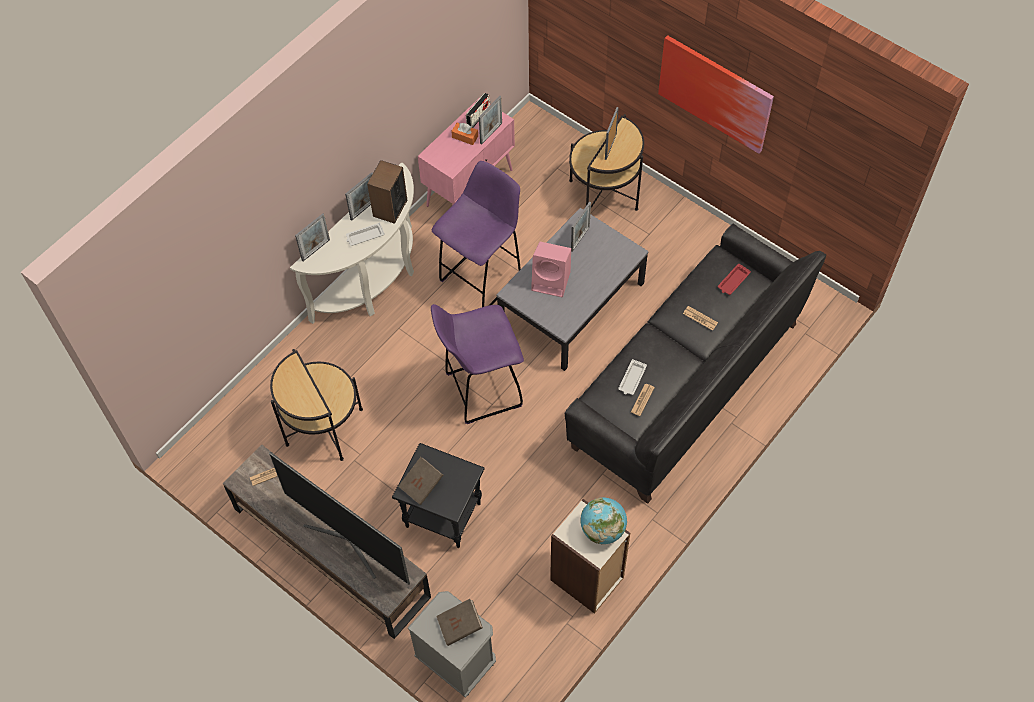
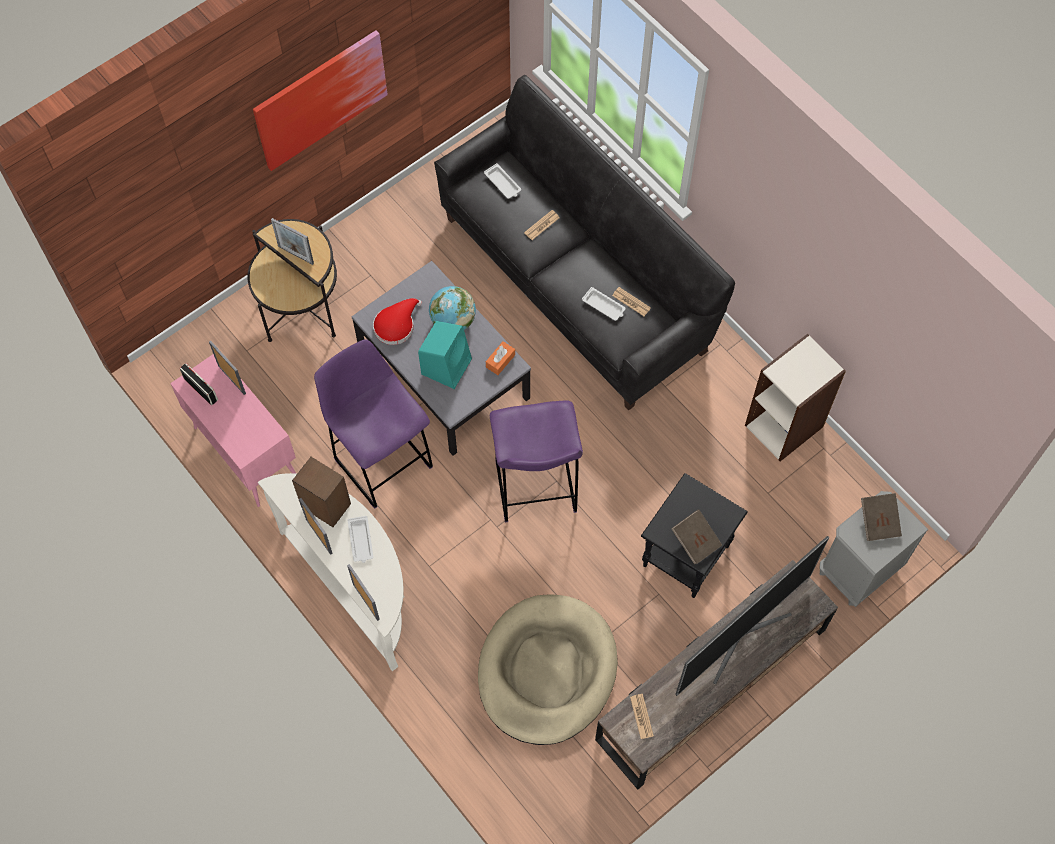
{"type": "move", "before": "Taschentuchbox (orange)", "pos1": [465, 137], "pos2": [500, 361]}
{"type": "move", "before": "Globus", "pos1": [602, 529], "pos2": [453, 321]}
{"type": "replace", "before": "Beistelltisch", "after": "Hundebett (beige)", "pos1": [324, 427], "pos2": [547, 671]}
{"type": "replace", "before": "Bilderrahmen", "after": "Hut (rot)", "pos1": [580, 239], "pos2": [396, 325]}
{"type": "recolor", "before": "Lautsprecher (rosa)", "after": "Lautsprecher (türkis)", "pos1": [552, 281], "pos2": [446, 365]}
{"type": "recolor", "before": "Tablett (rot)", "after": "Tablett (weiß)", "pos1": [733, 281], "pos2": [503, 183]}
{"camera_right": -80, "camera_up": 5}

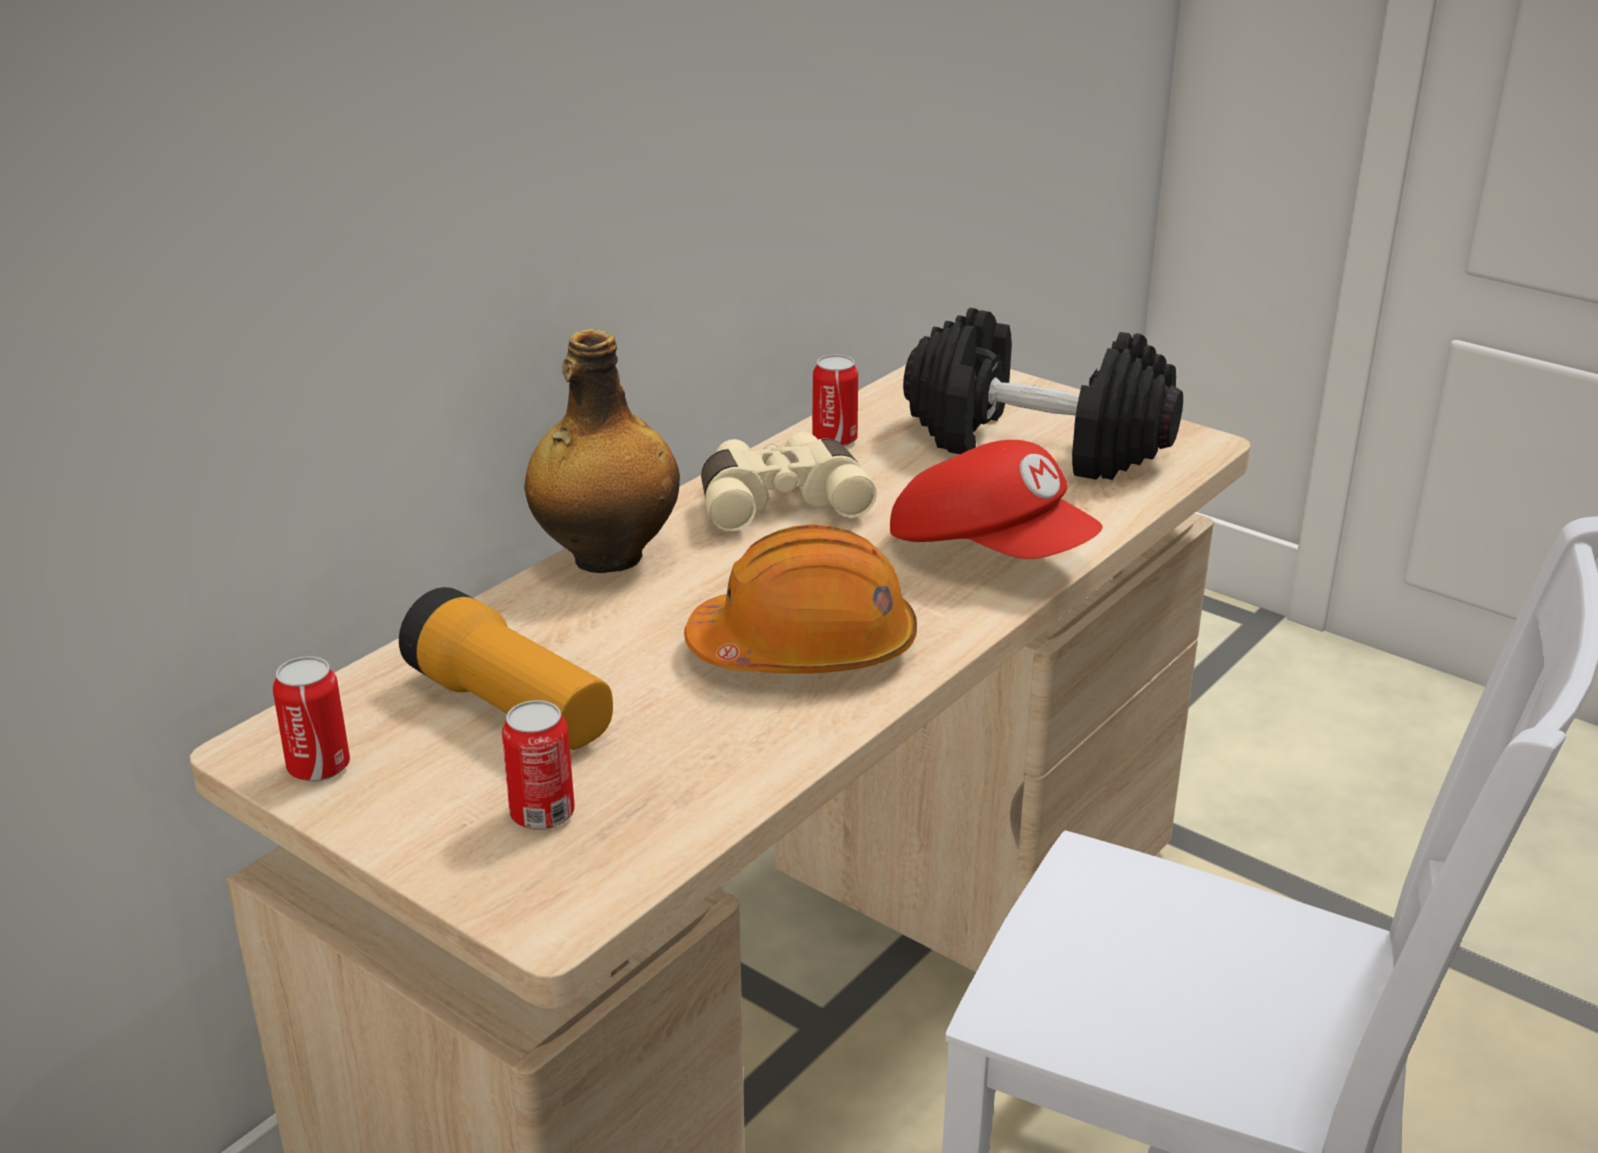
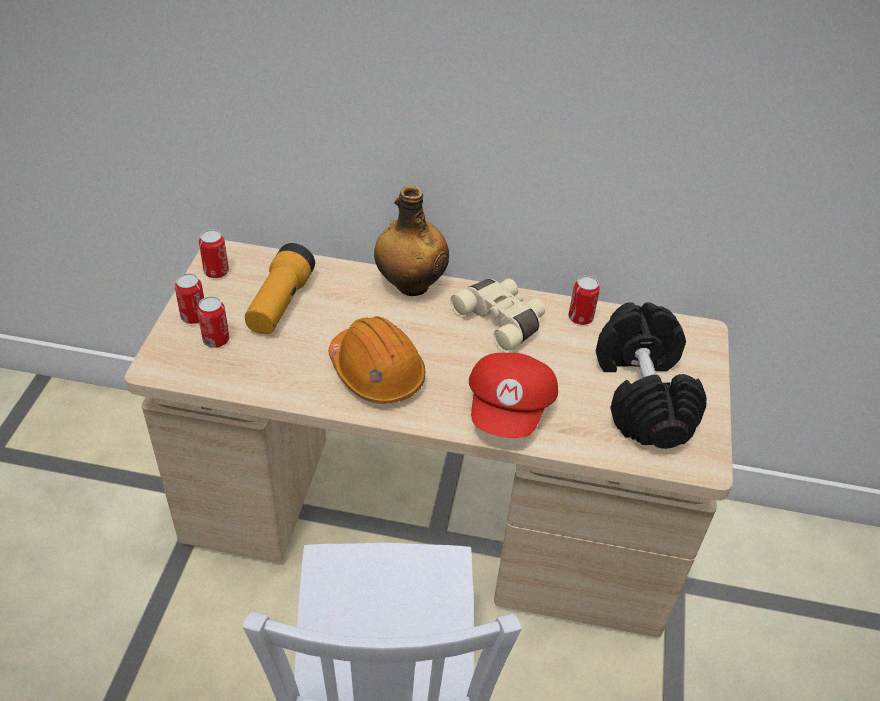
{"type": "insert", "after": "Dose", "pos2": [194, 316]}
{"camera_right": 60, "camera_up": 15}

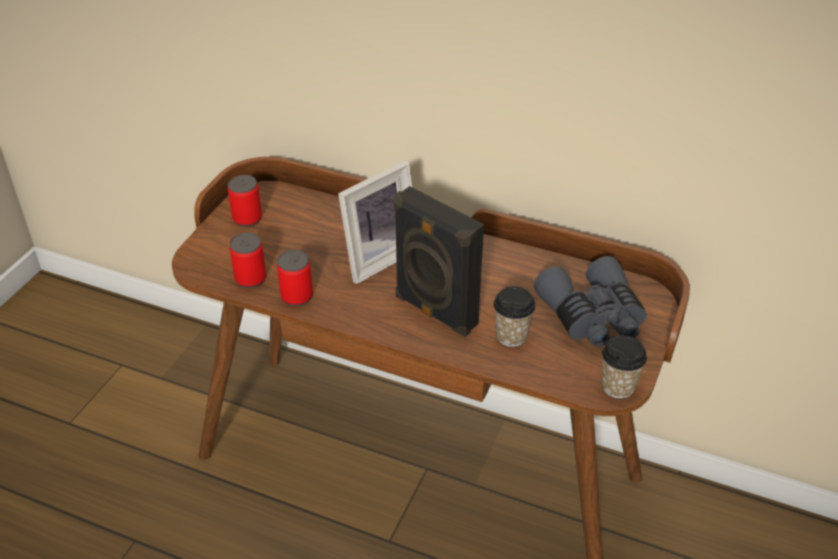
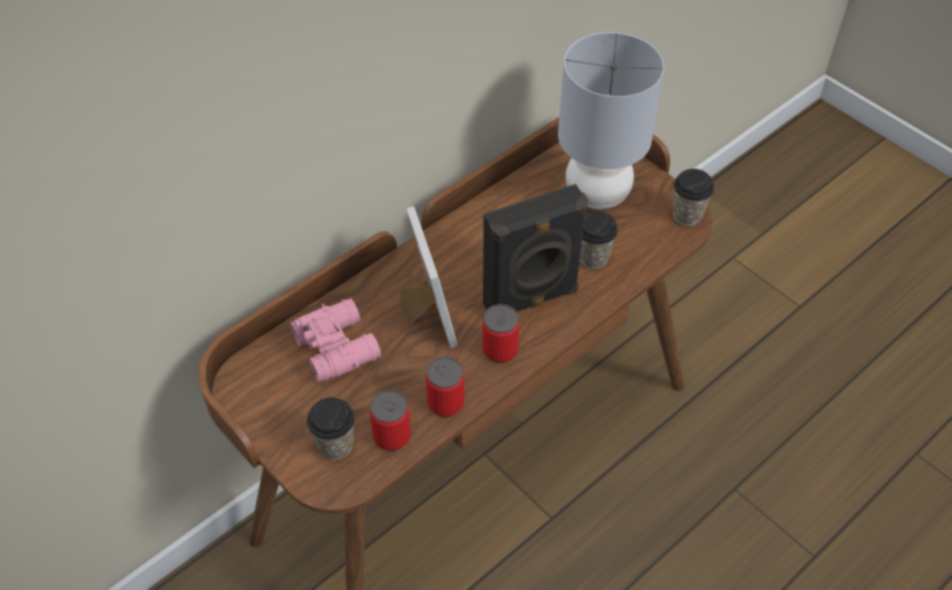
{"type": "insert", "after": "Fernglas (rosa)", "pos2": [337, 345]}
{"type": "insert", "after": "Tasse", "pos2": [335, 445]}
{"type": "move", "before": "Dose", "pos1": [247, 219], "pos2": [500, 350]}
{"type": "replace", "before": "Fernglas (grau)", "after": "Tischlampe (grau)", "pos1": [592, 317], "pos2": [598, 194]}
{"camera_right": -65, "camera_up": 10}

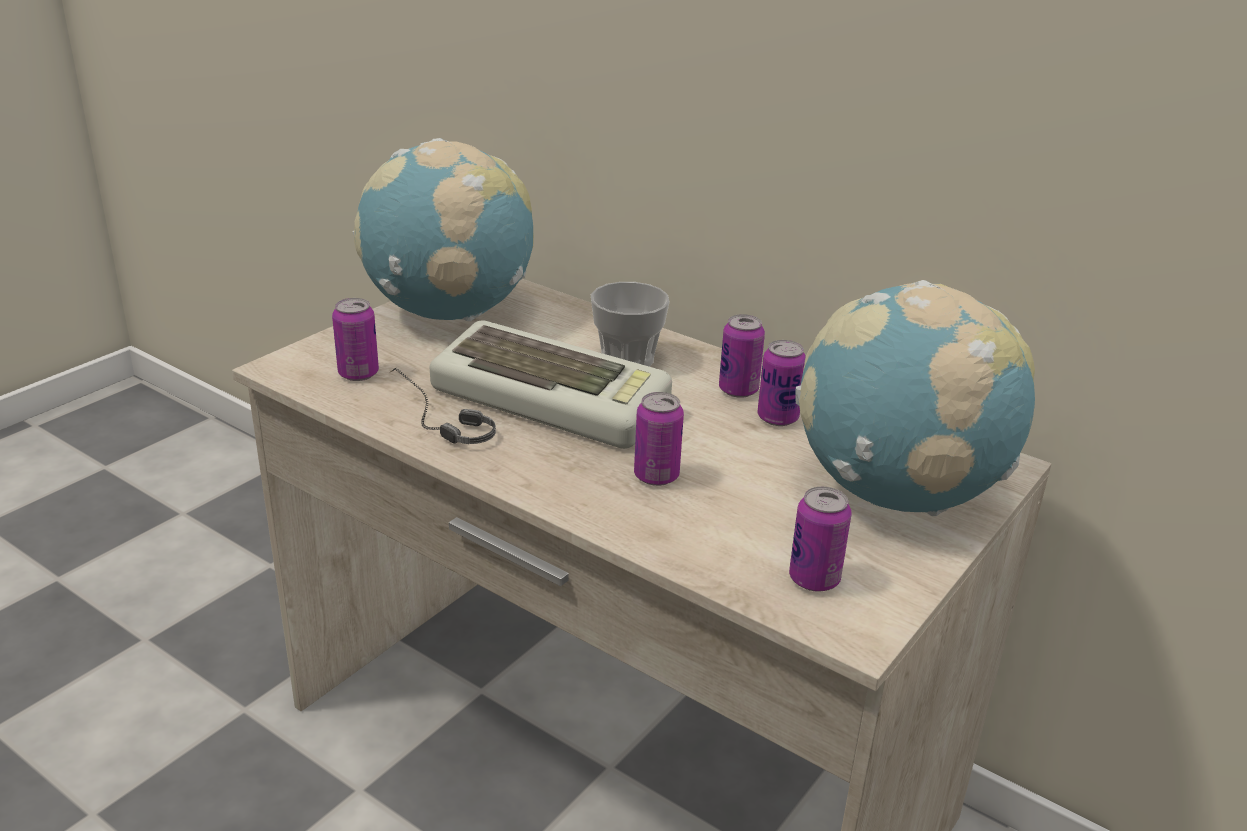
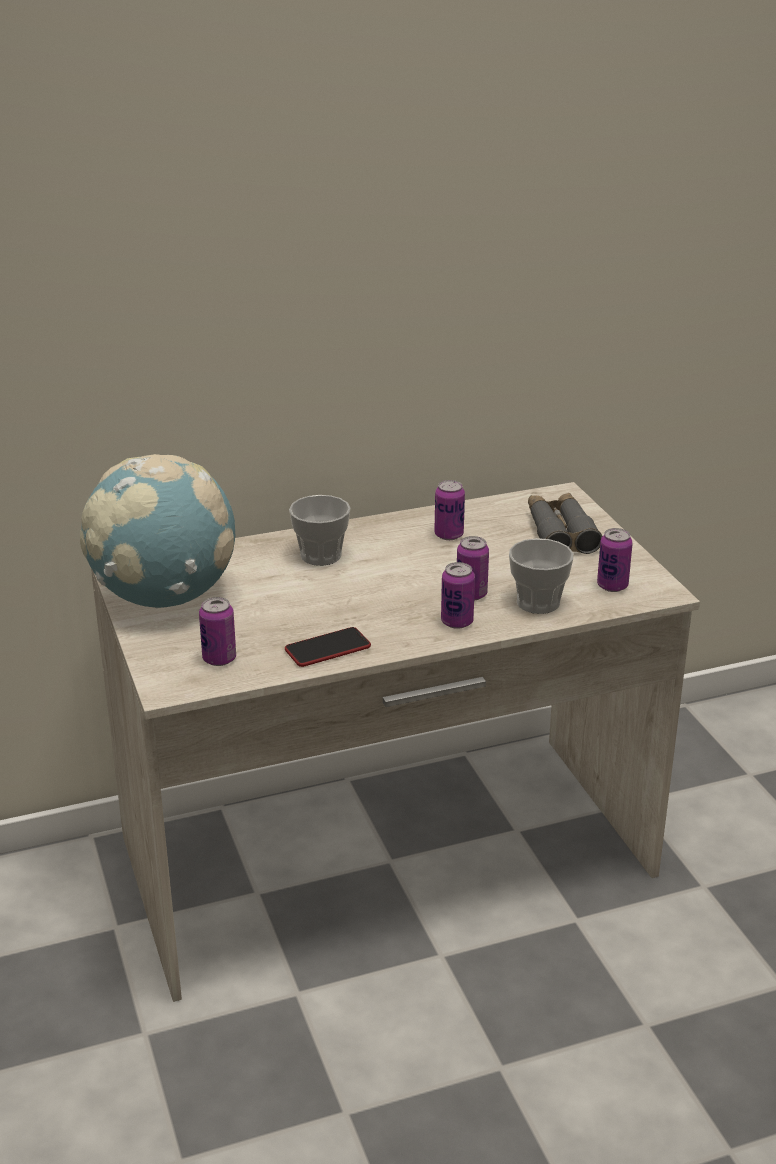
{"type": "delete", "before": "Tastatur", "pos1": [554, 400]}
{"type": "insert", "after": "Tasse", "pos2": [538, 602]}
{"type": "move", "before": "Dose", "pos1": [738, 390], "pos2": [457, 622]}
{"type": "replace", "before": "Kopfhörer", "after": "Handy", "pos1": [435, 424], "pos2": [327, 648]}
{"type": "replace", "before": "Globus", "after": "Fernglas (grau)", "pos1": [897, 493], "pos2": [560, 533]}
{"camera_right": -55, "camera_up": 0}

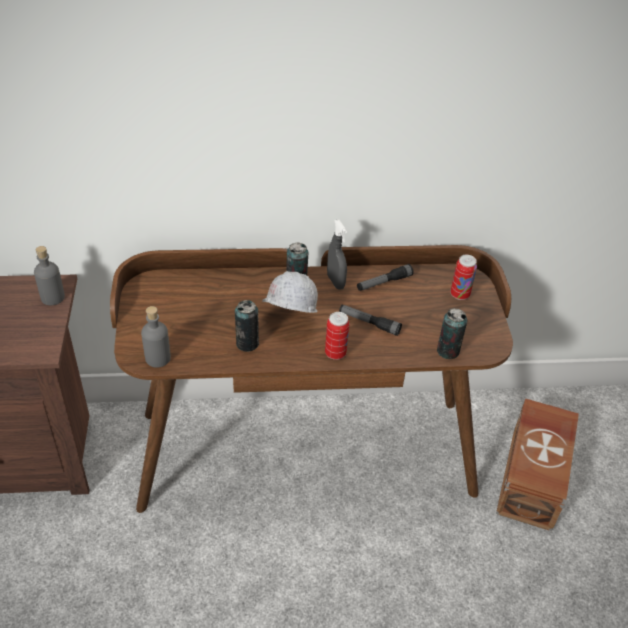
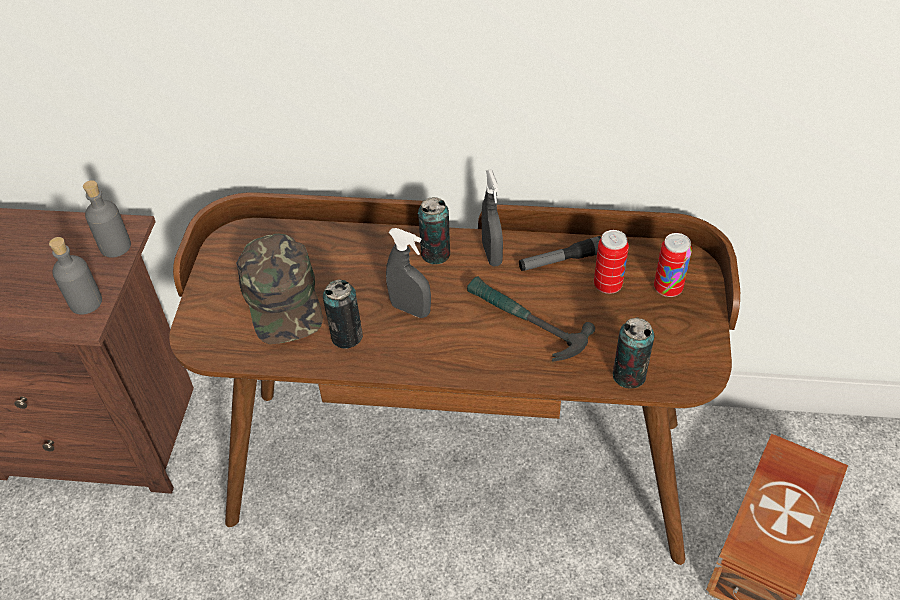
{"type": "insert", "after": "Kappe (grün)", "pos2": [283, 298]}
{"type": "move", "before": "Flasche (grau)", "pos1": [158, 358], "pos2": [86, 302]}
{"type": "move", "before": "Dose", "pos1": [335, 353], "pos2": [607, 285]}
{"type": "replace", "before": "Schutzhelm (weiß)", "after": "Sprühflasche (grau)", "pos1": [288, 322], "pos2": [410, 309]}
{"type": "replace", "before": "Taschenlampe", "after": "Hammer", "pos1": [369, 323], "pos2": [524, 321]}
{"camera_right": 15, "camera_up": 5}

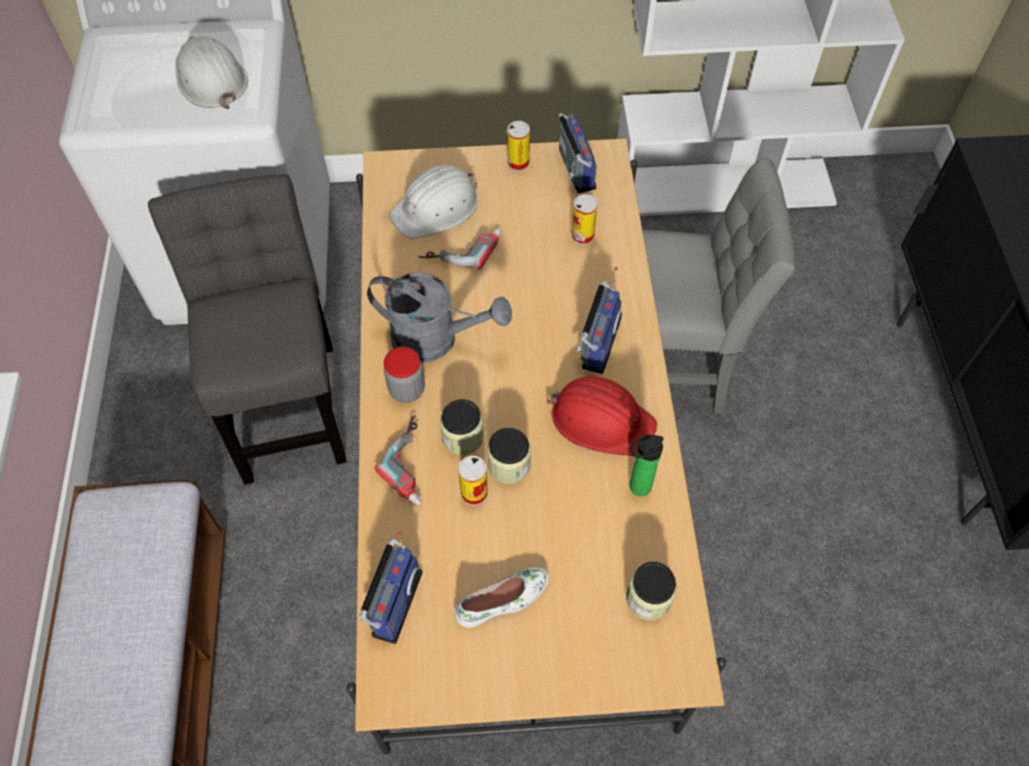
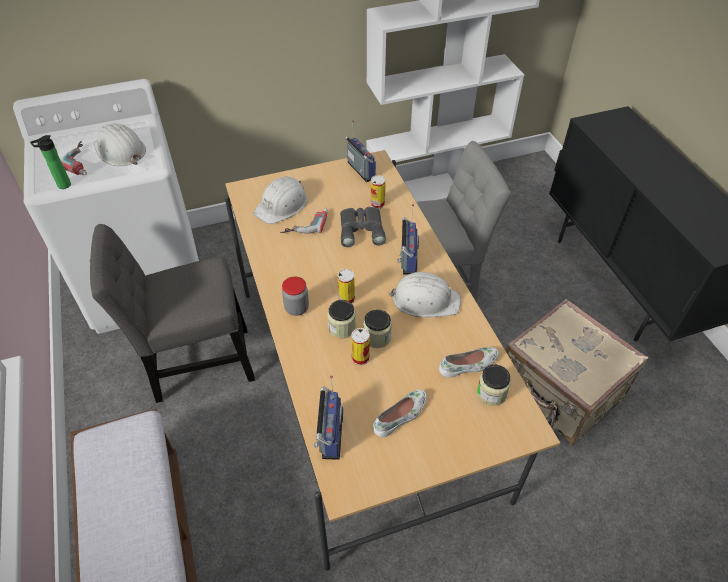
{"type": "delete", "before": "Gießkanne (grau)", "pos1": [436, 339]}
{"type": "insert", "after": "Fernglas (grau)", "pos2": [361, 229]}
{"type": "insert", "after": "Schuh (weiß)", "pos2": [468, 365]}
{"type": "insert", "after": "Koffer (beige)", "pos2": [559, 392]}
{"type": "move", "before": "Bohrmaschine", "pos1": [416, 463], "pos2": [83, 161]}
{"type": "move", "before": "Dose", "pos1": [518, 163], "pos2": [346, 299]}
{"type": "move", "before": "Flasche", "pos1": [636, 488], "pos2": [62, 186]}
{"type": "recolor", "before": "Schutzhelm (rot)", "after": "Schutzhelm (weiß)", "pos1": [601, 420], "pos2": [425, 300]}
{"type": "rotate", "before": "Stuhl (grau)", "pos1": [286, 403], "pos2": [196, 364], "turn": -75}
{"camera_right": -15, "camera_up": -10}

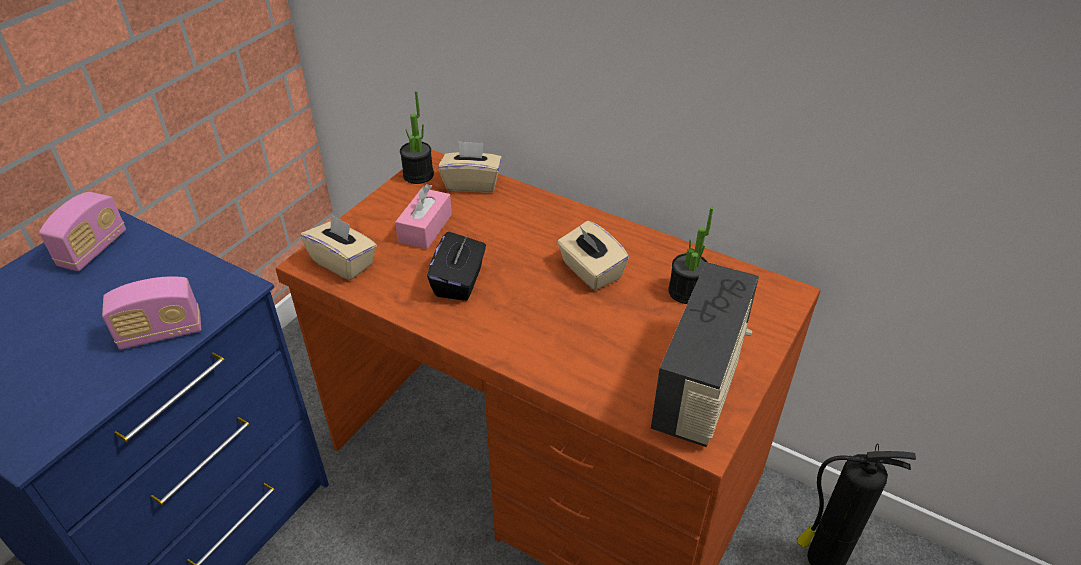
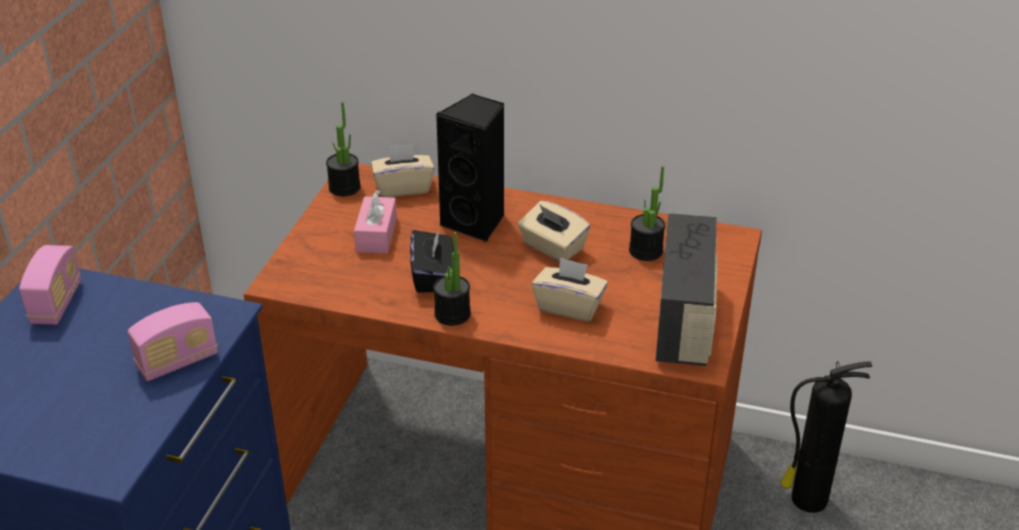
{"type": "insert", "after": "Topfpflanze", "pos2": [452, 314]}
{"type": "insert", "after": "Lautsprecher (schwarz)", "pos2": [476, 222]}
{"type": "move", "before": "Taschentuchbox (beige)", "pos1": [343, 262], "pos2": [569, 306]}
{"camera_right": -15, "camera_up": -5}

